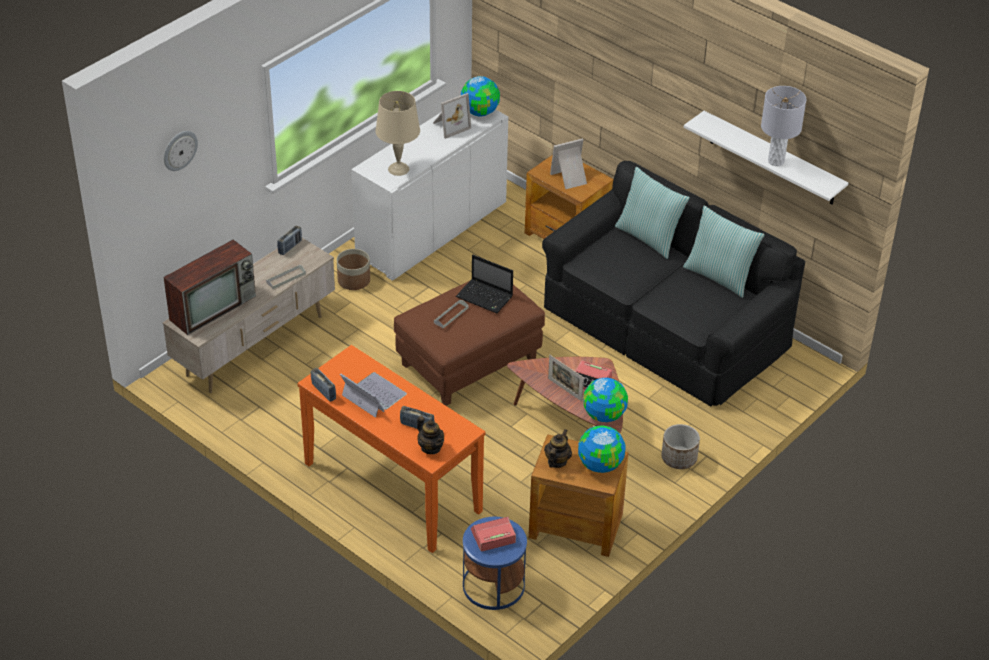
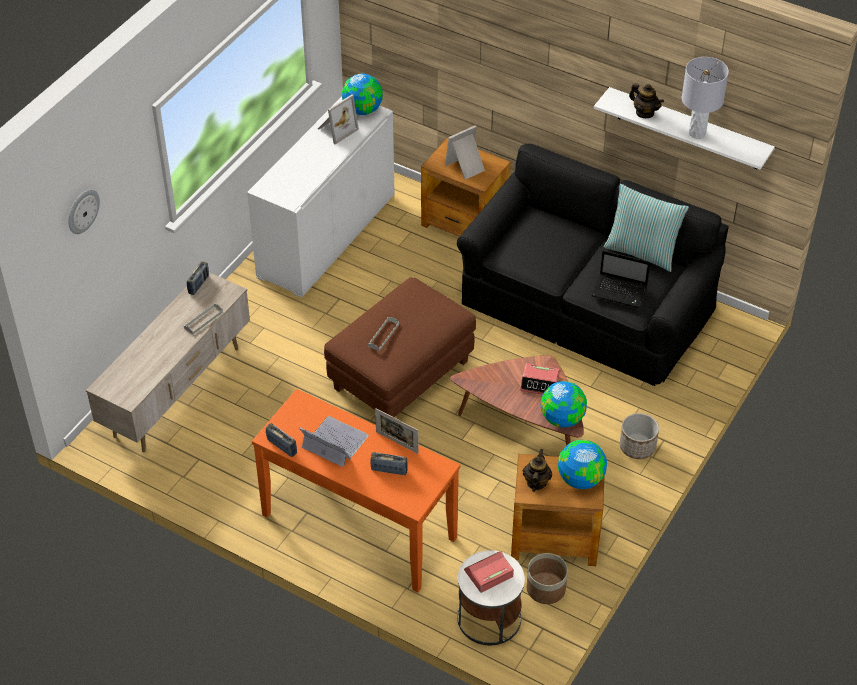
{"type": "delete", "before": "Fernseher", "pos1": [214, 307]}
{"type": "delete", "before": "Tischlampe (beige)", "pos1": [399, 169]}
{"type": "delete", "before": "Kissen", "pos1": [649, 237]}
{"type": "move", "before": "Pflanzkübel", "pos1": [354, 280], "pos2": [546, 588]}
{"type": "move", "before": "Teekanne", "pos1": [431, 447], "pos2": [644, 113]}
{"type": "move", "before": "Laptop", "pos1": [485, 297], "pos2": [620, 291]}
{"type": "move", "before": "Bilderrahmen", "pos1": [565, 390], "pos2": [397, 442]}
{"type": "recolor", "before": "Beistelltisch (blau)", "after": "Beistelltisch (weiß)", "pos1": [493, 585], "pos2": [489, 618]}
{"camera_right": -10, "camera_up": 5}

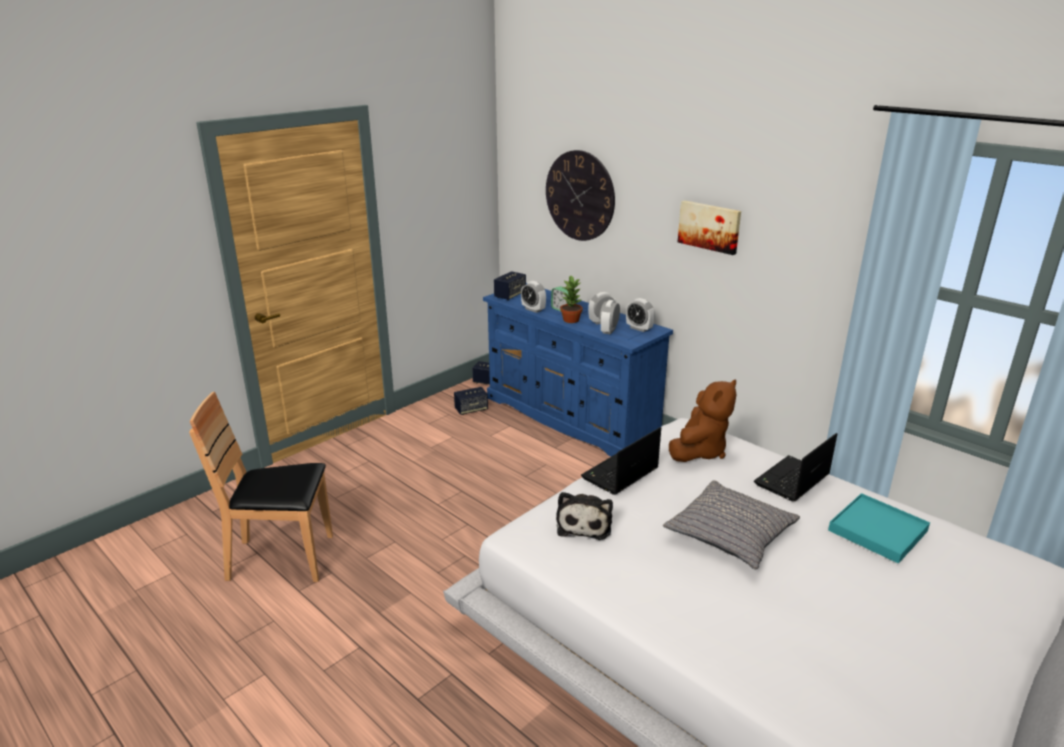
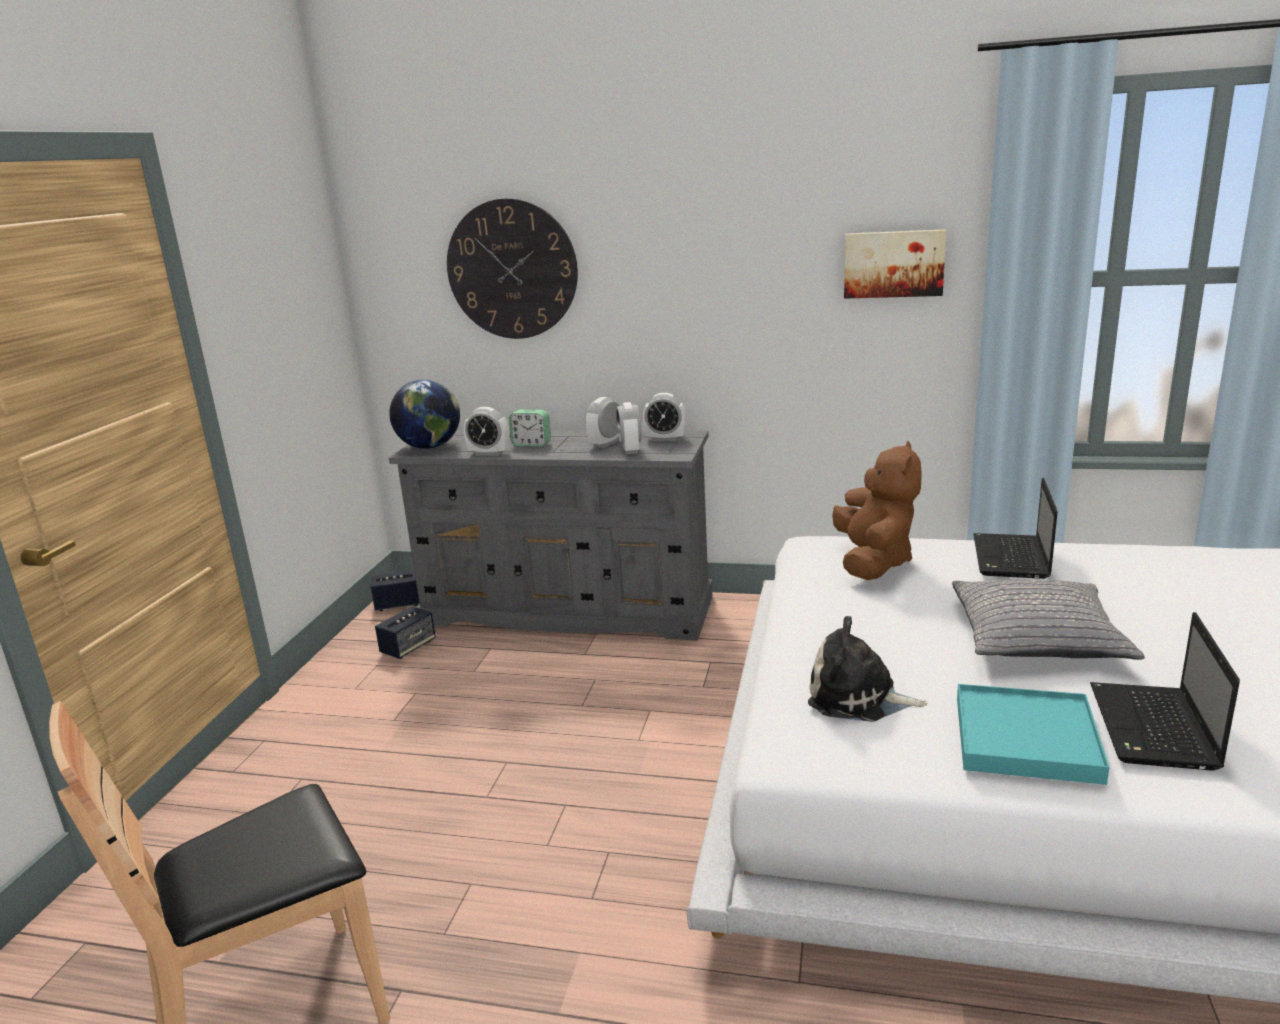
{"type": "delete", "before": "Topfpflanze", "pos1": [571, 320]}
{"type": "move", "before": "Laptop", "pos1": [619, 474], "pos2": [1154, 729]}
{"type": "move", "before": "Bild", "pos1": [709, 226], "pos2": [893, 264]}
{"type": "move", "before": "Tablett (türkis)", "pos1": [877, 530], "pos2": [1025, 738]}
{"type": "replace", "before": "Lautsprecher", "after": "Globus", "pos1": [510, 295], "pos2": [429, 447]}
{"type": "recolor", "before": "Kommode (blau)", "after": "Kommode (grau)", "pos1": [571, 417], "pos2": [568, 610]}
{"type": "rotate", "before": "Plüschtier", "pos1": [584, 524], "pos2": [858, 698], "turn": 135}
{"camera_right": -30, "camera_up": -5}

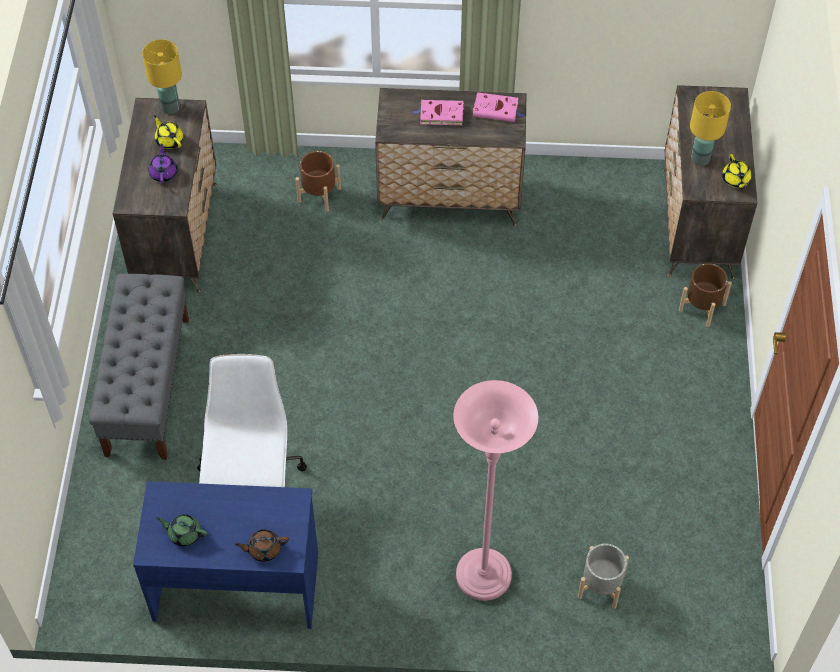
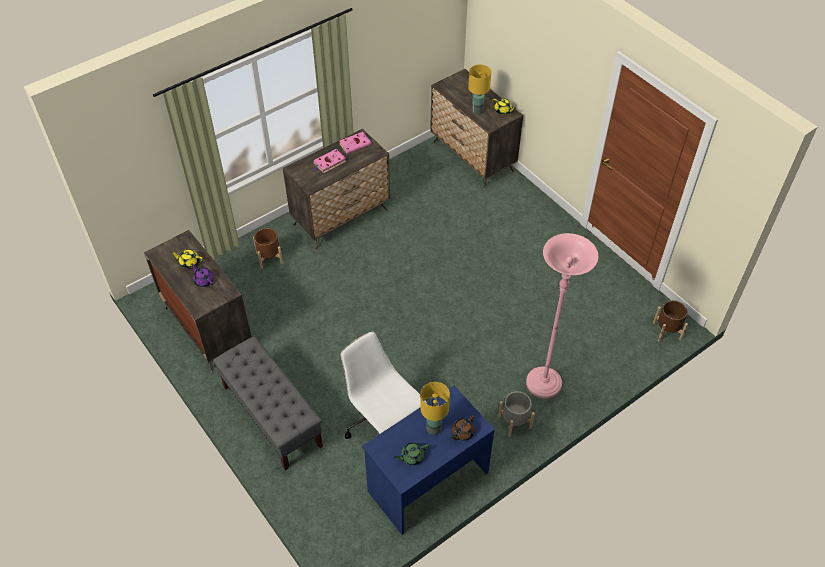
{"type": "move", "before": "Tischlampe (gelb)", "pos1": [171, 107], "pos2": [434, 428]}
{"type": "move", "before": "Pflanzkübel (grau)", "pos1": [601, 586], "pos2": [515, 422]}
{"type": "move", "before": "Pflanzkübel (braun)", "pos1": [702, 307], "pos2": [667, 330]}
{"camera_right": -40, "camera_up": -5}

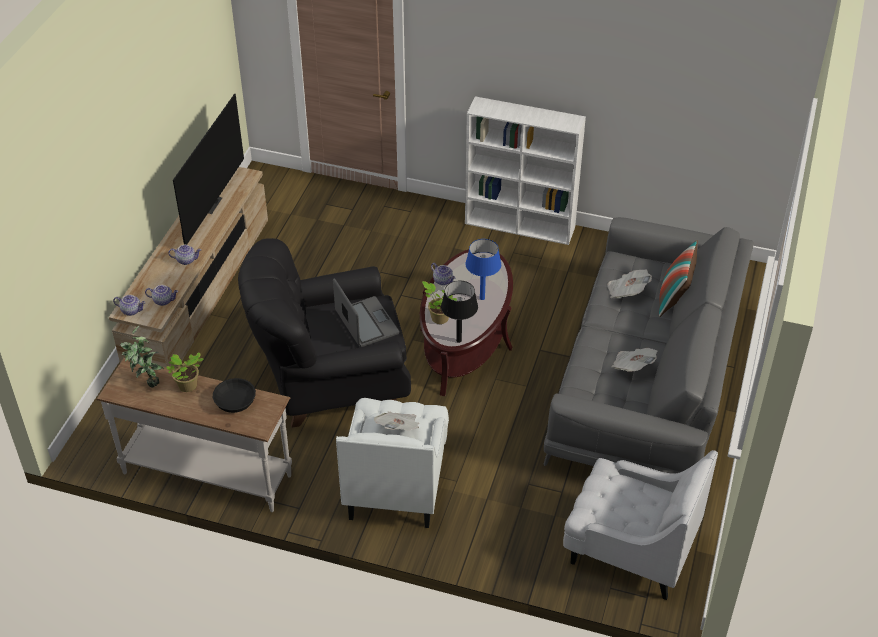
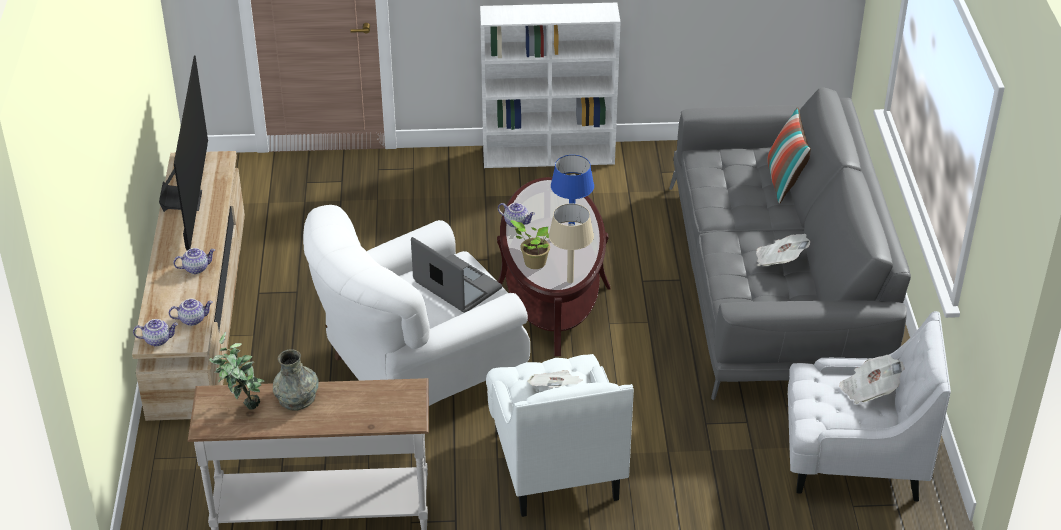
{"type": "delete", "before": "Schüssel (schwarz)", "pos1": [235, 402]}
{"type": "move", "before": "Zeitung", "pos1": [626, 292], "pos2": [869, 390]}
{"type": "replace", "before": "Topfpflanze", "after": "Vase (grau)", "pos1": [188, 386], "pos2": [297, 397]}
{"type": "recolor", "before": "Sessel (schwarz)", "after": "Sessel (weiß)", "pos1": [331, 381], "pos2": [418, 373]}
{"type": "recolor", "before": "Tischlampe (schwarz)", "after": "Tischlampe (beige)", "pos1": [459, 341], "pos2": [570, 281]}
{"camera_right": -20, "camera_up": -5}

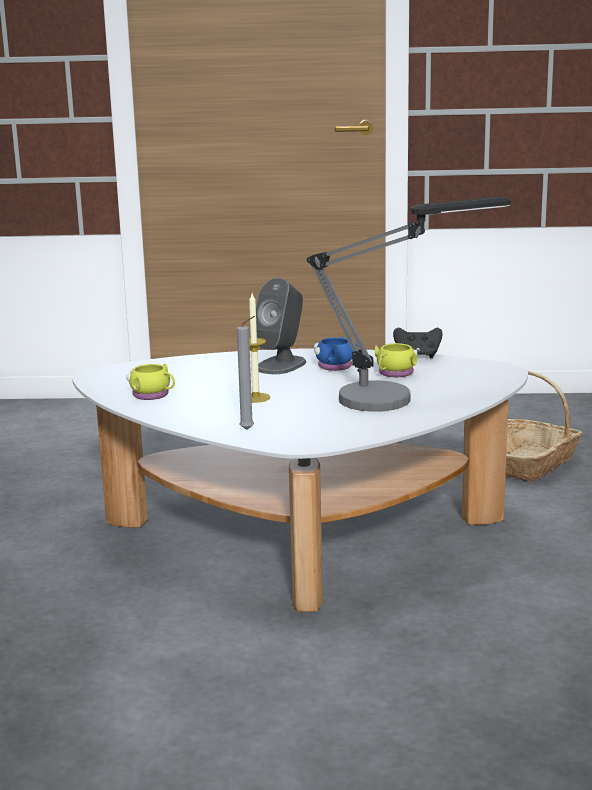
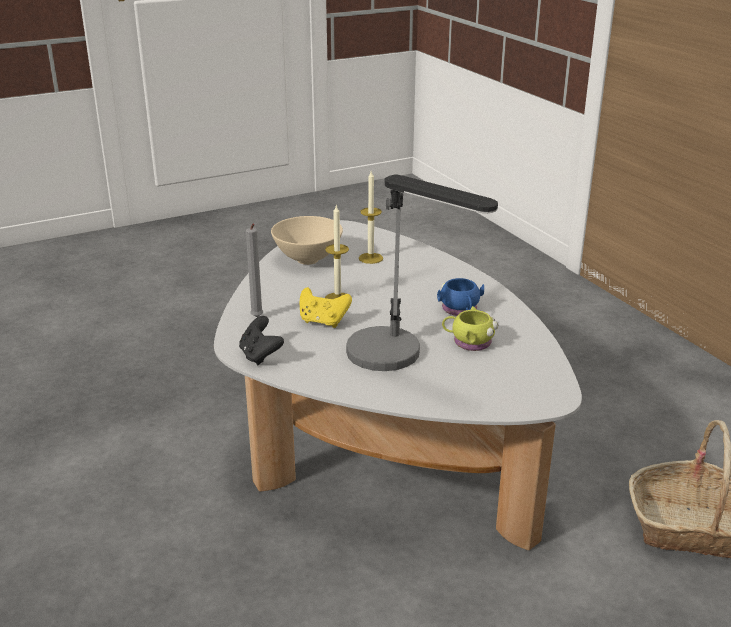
{"type": "delete", "before": "Lautsprecher (grau)", "pos1": [281, 365]}
{"type": "insert", "after": "Gamepad (gelb)", "pos2": [323, 322]}
{"type": "insert", "after": "Kerze", "pos2": [370, 258]}
{"type": "move", "before": "Gamepad (schwarz)", "pos1": [417, 356], "pos2": [260, 356]}
{"type": "replace", "before": "Henkelbecher (gelb)", "after": "Schüssel (beige)", "pos1": [153, 395], "pos2": [307, 260]}
{"camera_right": 60, "camera_up": 10}

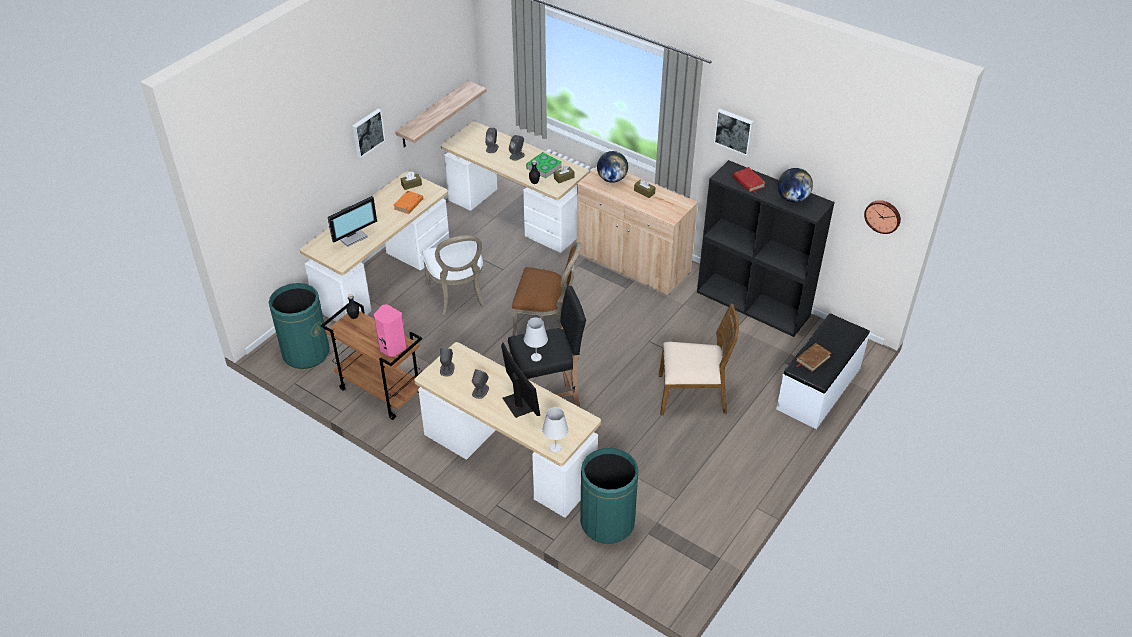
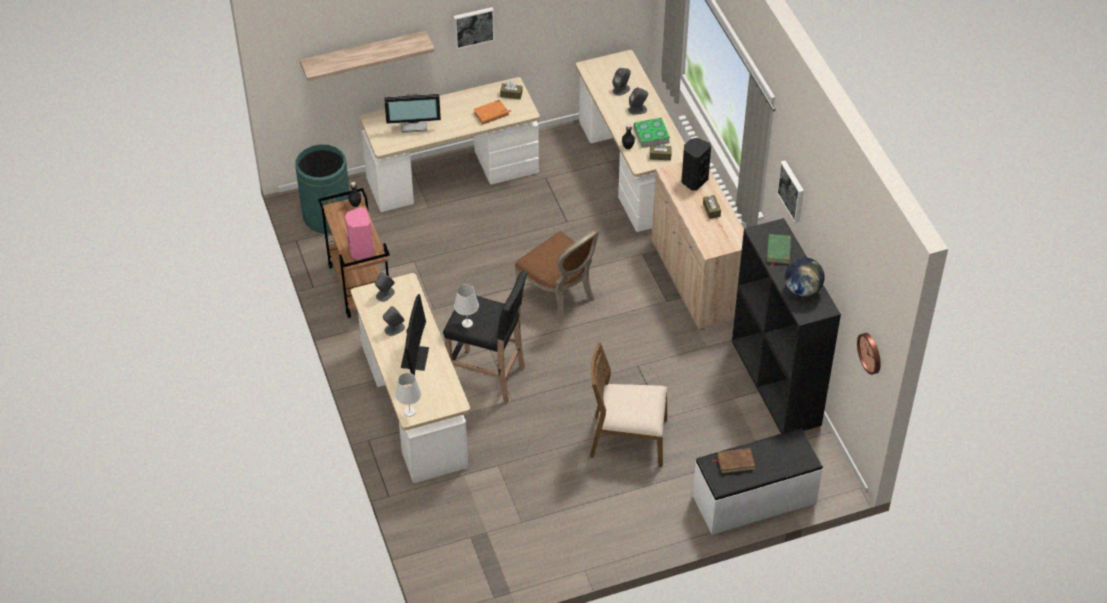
{"type": "delete", "before": "Stuhl (weiß)", "pos1": [458, 295]}
{"type": "delete", "before": "Mülleimer (grün)", "pos1": [607, 522]}
{"type": "move", "before": "Wandregal", "pos1": [433, 115], "pos2": [364, 55]}
{"type": "replace", "before": "Globus", "after": "Lautsprecher (schwarz)", "pos1": [612, 179], "pos2": [693, 180]}
{"type": "recolor", "before": "Buch (rot)", "after": "Buch (grün)", "pos1": [748, 182], "pos2": [778, 251]}
{"type": "rotate", "before": "Stuhl (braun)", "pos1": [692, 395], "pos2": [627, 439], "turn": 150}
{"camera_right": 35, "camera_up": 5}

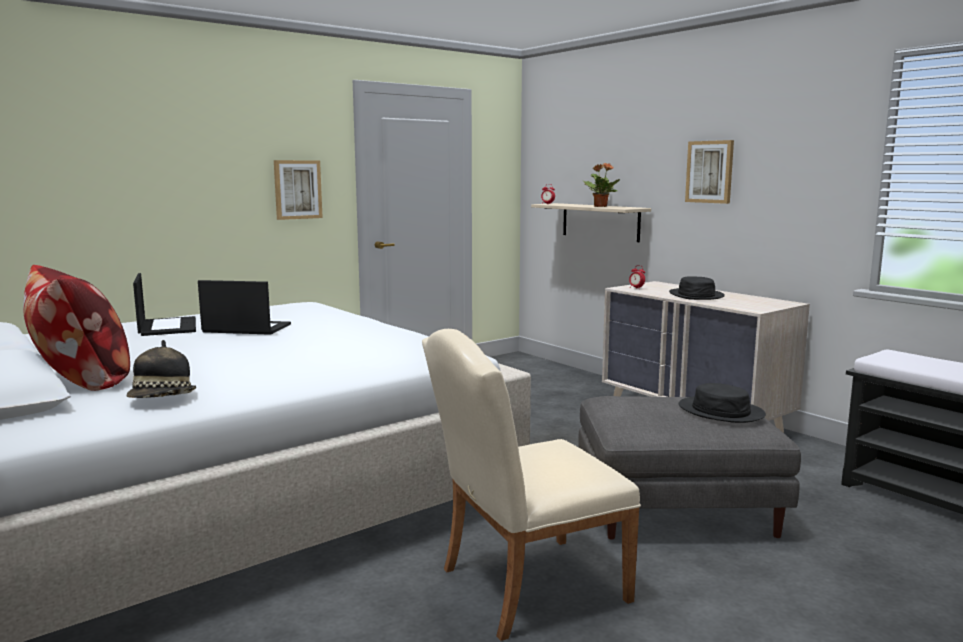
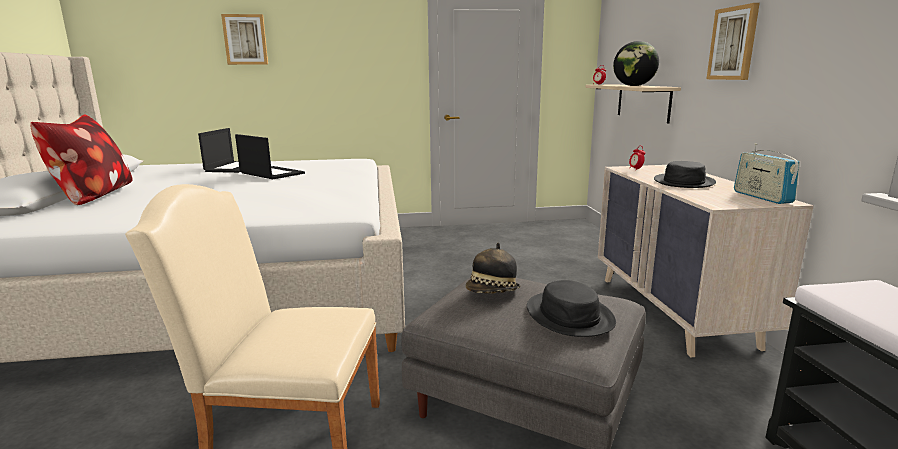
{"type": "insert", "after": "Radio", "pos2": [762, 197]}
{"type": "move", "before": "Hut", "pos1": [162, 399], "pos2": [492, 292]}
{"type": "move", "before": "Bild", "pos1": [297, 189], "pos2": [245, 39]}
{"type": "replace", "before": "Topfpflanze", "after": "Globus", "pos1": [600, 206], "pos2": [633, 86]}
{"camera_right": 30, "camera_up": 5}

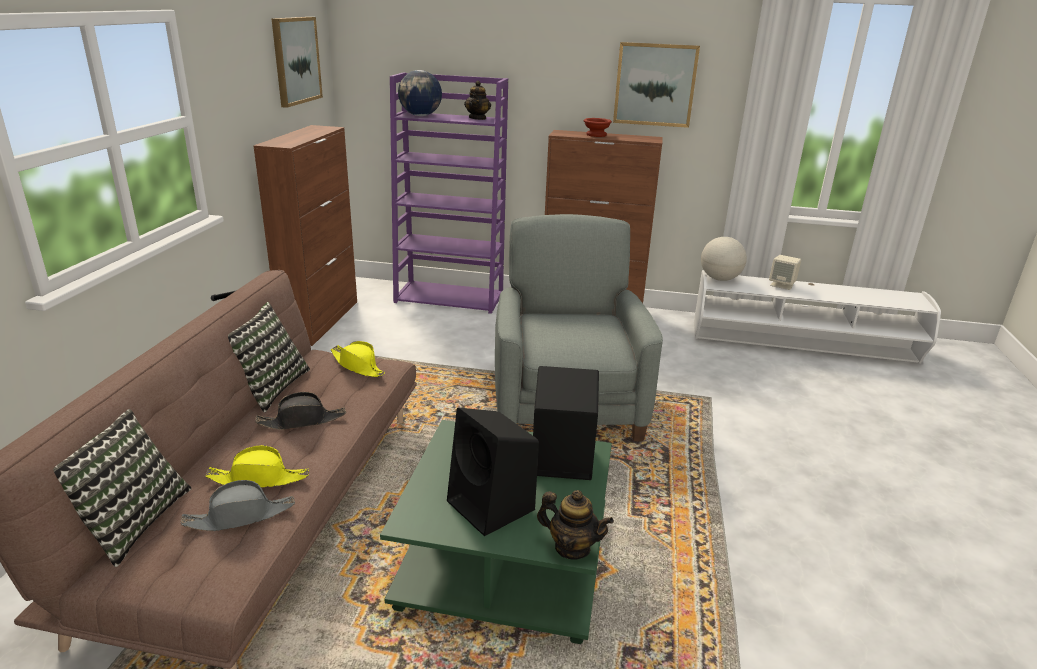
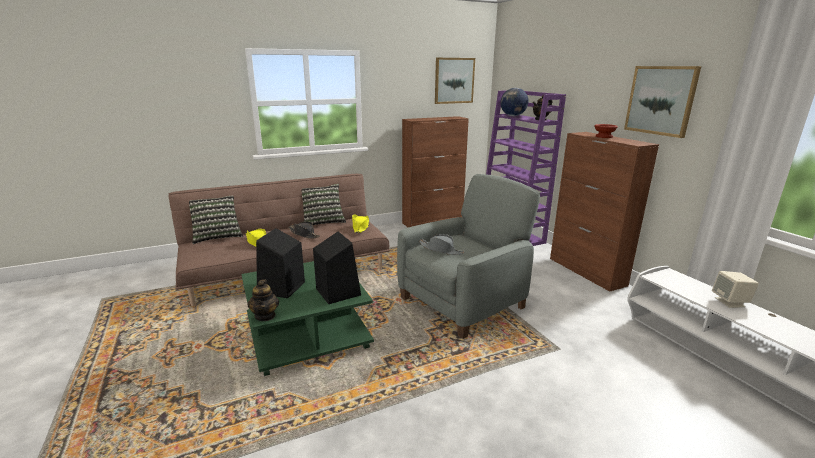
{"type": "delete", "before": "Globus", "pos1": [719, 279]}
{"type": "move", "before": "Hut (grau)", "pos1": [240, 516], "pos2": [441, 250]}
{"camera_right": 55, "camera_up": -5}

